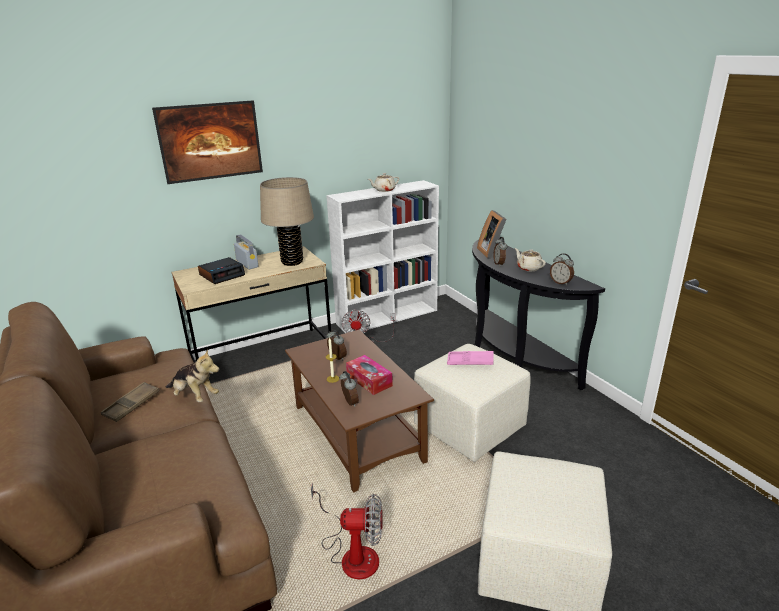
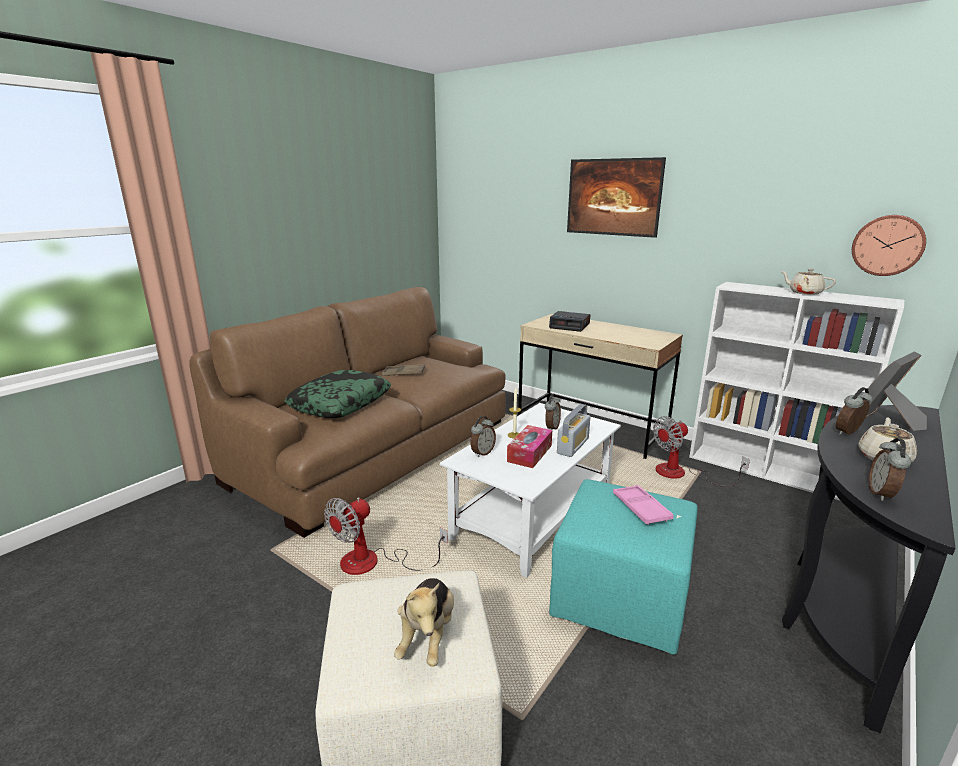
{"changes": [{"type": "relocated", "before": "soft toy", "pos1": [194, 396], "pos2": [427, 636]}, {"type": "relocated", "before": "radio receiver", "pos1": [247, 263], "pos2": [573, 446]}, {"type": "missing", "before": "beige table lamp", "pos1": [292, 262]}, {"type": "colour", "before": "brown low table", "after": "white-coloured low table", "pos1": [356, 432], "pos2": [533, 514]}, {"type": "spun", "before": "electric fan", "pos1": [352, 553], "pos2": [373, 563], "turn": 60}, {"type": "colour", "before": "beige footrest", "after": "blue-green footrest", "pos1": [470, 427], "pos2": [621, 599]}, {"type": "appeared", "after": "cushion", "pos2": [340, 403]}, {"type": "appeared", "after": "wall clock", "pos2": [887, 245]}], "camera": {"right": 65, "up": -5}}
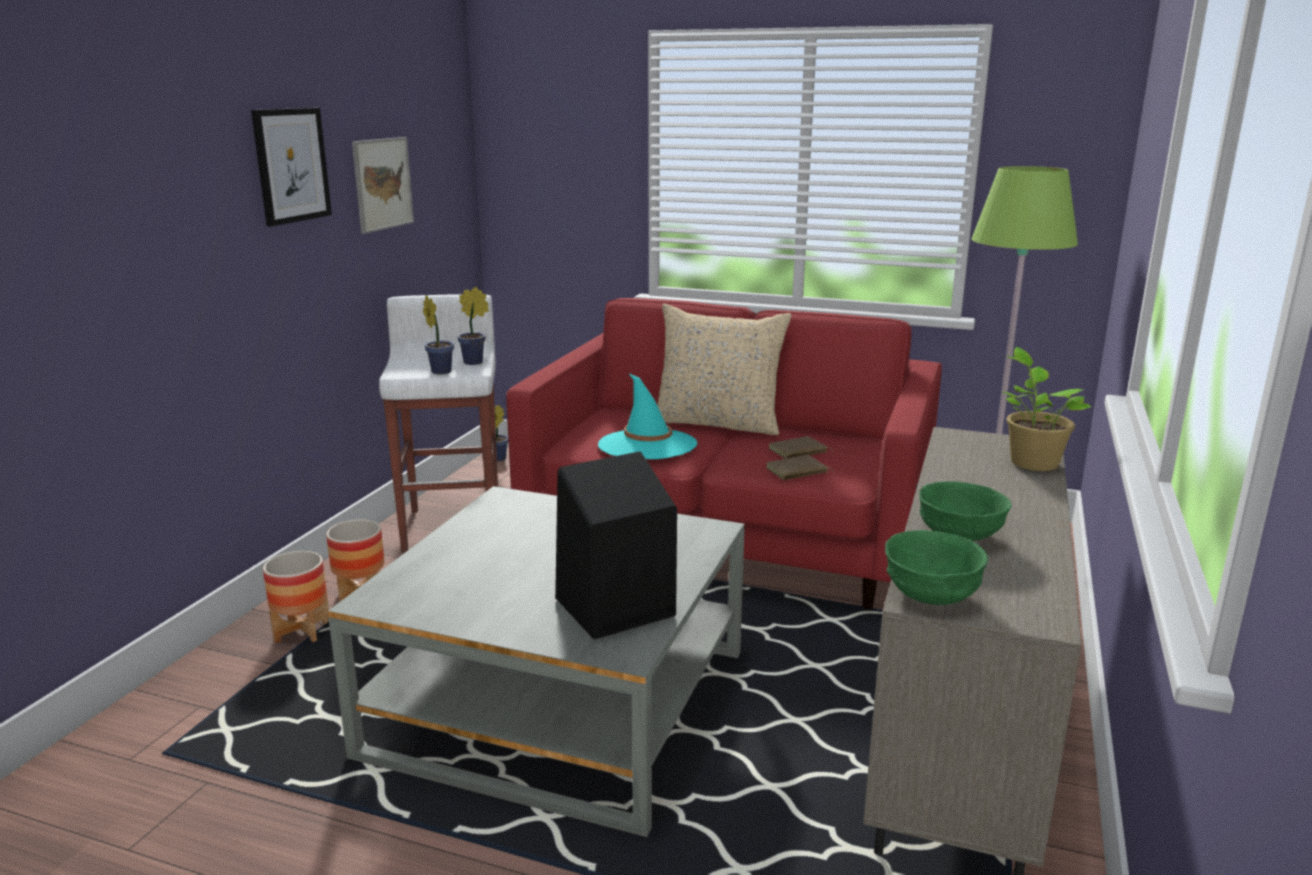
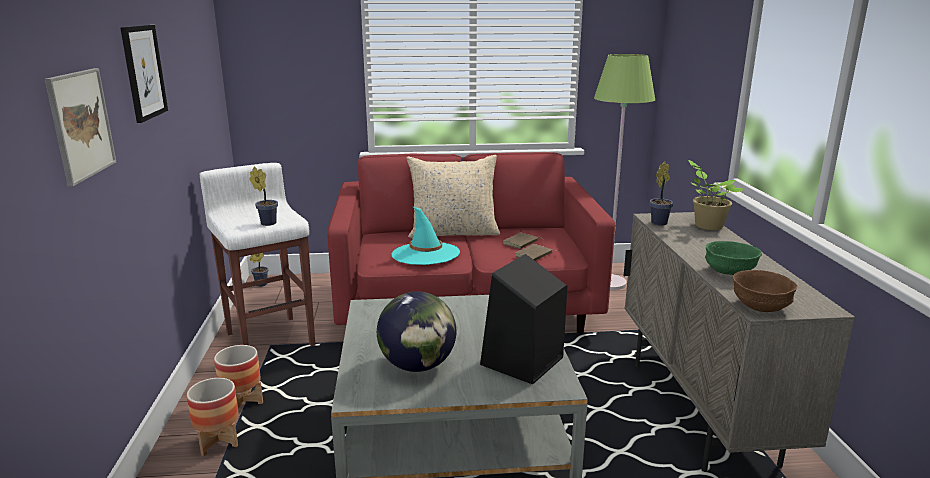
{"changes": [{"type": "relocated", "before": "wall picture", "pos1": [382, 184], "pos2": [81, 124]}, {"type": "relocated", "before": "plant in a pot", "pos1": [476, 362], "pos2": [660, 222]}, {"type": "colour", "before": "greenish serving bowl", "after": "brown serving bowl", "pos1": [932, 594], "pos2": [761, 306]}, {"type": "appeared", "after": "world globe", "pos2": [418, 366]}], "camera": {"right": -25, "up": 0}}
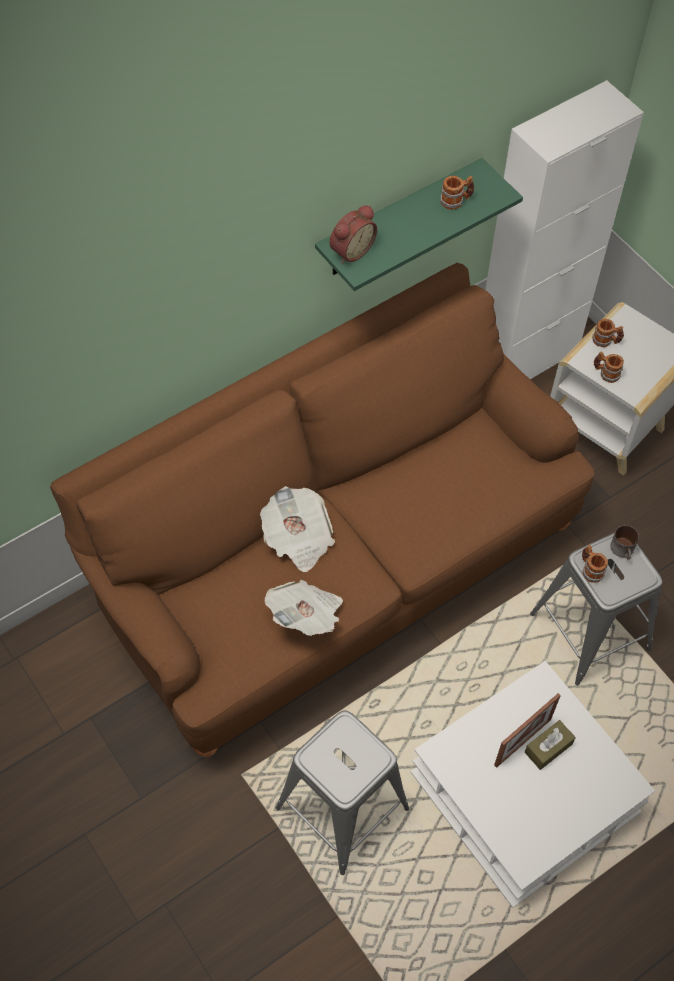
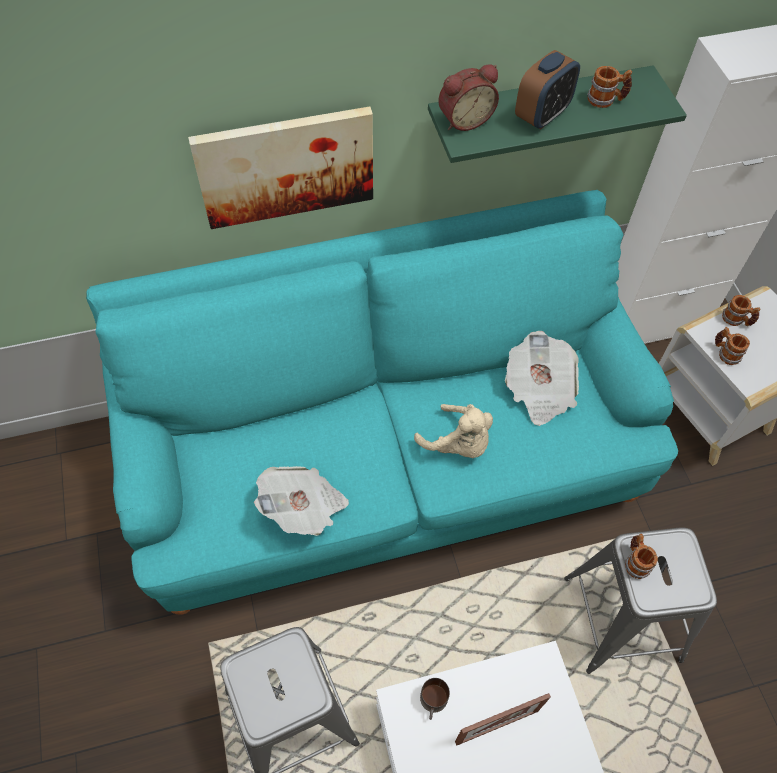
{"changes": [{"type": "colour", "before": "brown couch", "after": "blue-green couch", "pos1": [334, 566], "pos2": [386, 463]}, {"type": "relocated", "before": "newspaper", "pos1": [298, 538], "pos2": [539, 390]}, {"type": "missing", "before": "brown box of tissues", "pos1": [548, 748]}, {"type": "relocated", "before": "tea mug", "pos1": [624, 550], "pos2": [434, 702]}, {"type": "appeared", "after": "wall picture", "pos2": [286, 166]}, {"type": "appeared", "after": "beige soft toy", "pos2": [458, 444]}, {"type": "appeared", "after": "bedside clock", "pos2": [542, 116]}], "camera": {"right": 20, "up": 0}}
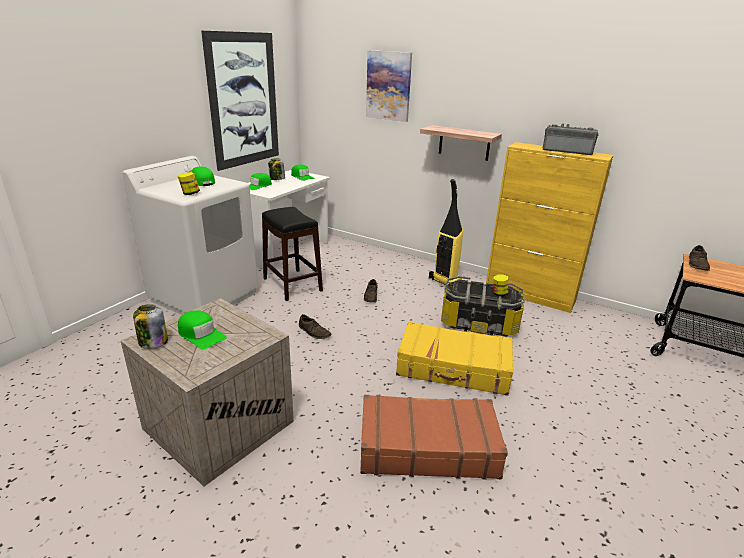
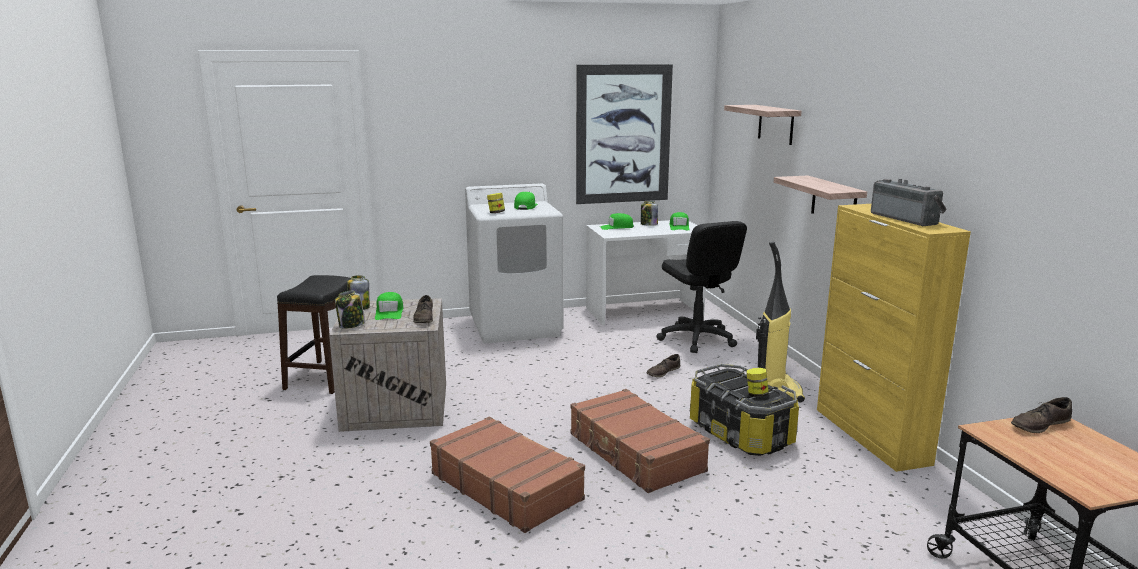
{"changes": [{"type": "relocated", "before": "black-coloured sitting stool", "pos1": [292, 285], "pos2": [324, 377]}, {"type": "relocated", "before": "brown item of footwear", "pos1": [314, 332], "pos2": [424, 318]}, {"type": "exchanged", "before": "wall picture", "after": "bracket shelf", "pos1": [388, 86], "pos2": [776, 124]}, {"type": "colour", "before": "yellow-coloured piece of luggage", "after": "brown piece of luggage", "pos1": [453, 368], "pos2": [635, 453]}, {"type": "appeared", "after": "preserve jar", "pos2": [351, 325]}, {"type": "appeared", "after": "black-coloured computer chair", "pos2": [696, 339]}], "camera": {"right": 45, "up": -10}}
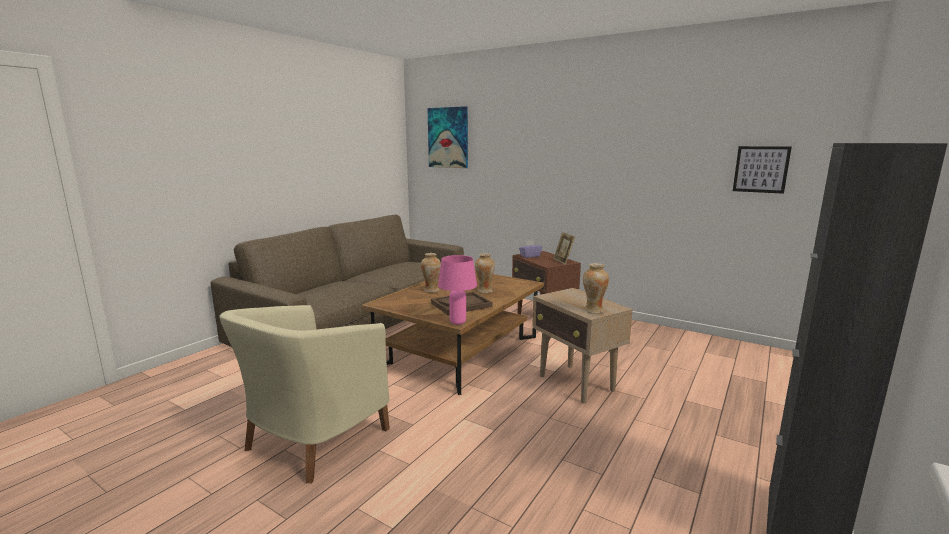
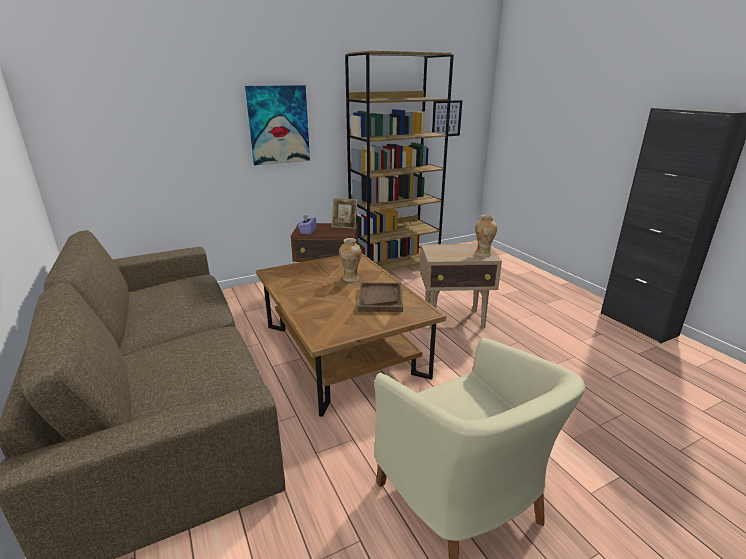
{"changes": [{"type": "missing", "before": "vase", "pos1": [431, 290]}, {"type": "relocated", "before": "wall picture", "pos1": [448, 137], "pos2": [278, 125]}, {"type": "missing", "before": "pinkish table lamp", "pos1": [457, 322]}, {"type": "appeared", "after": "brown bookcase", "pos2": [395, 265]}], "camera": {"right": -60, "up": 10}}
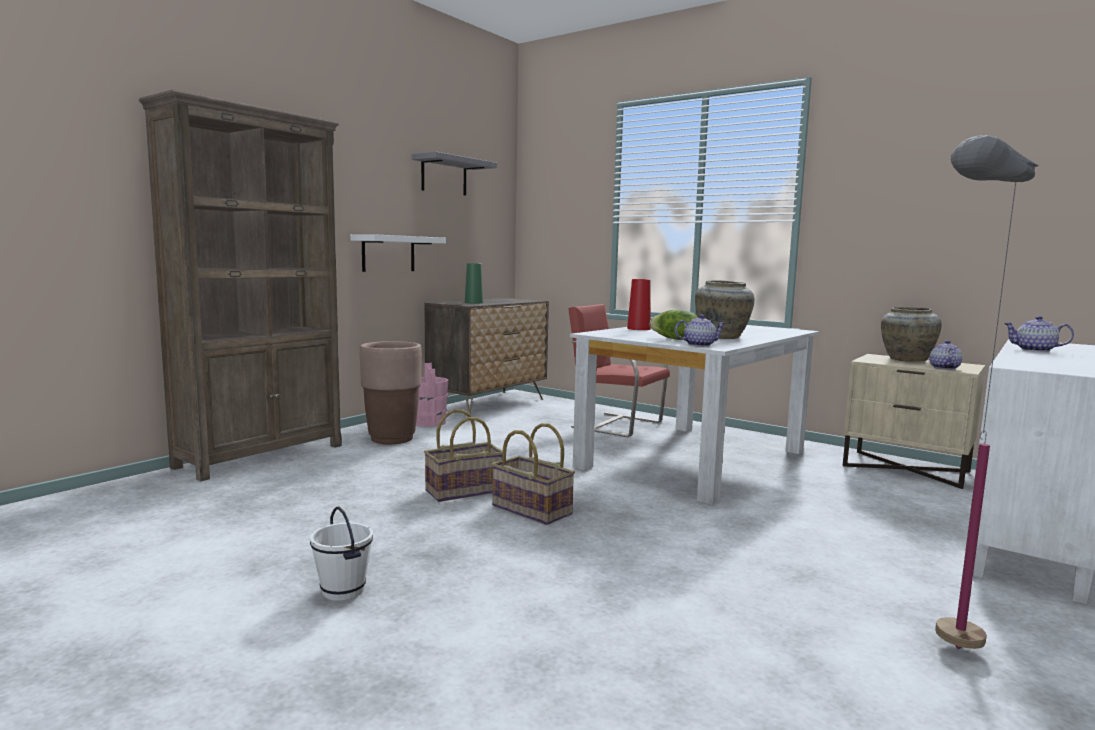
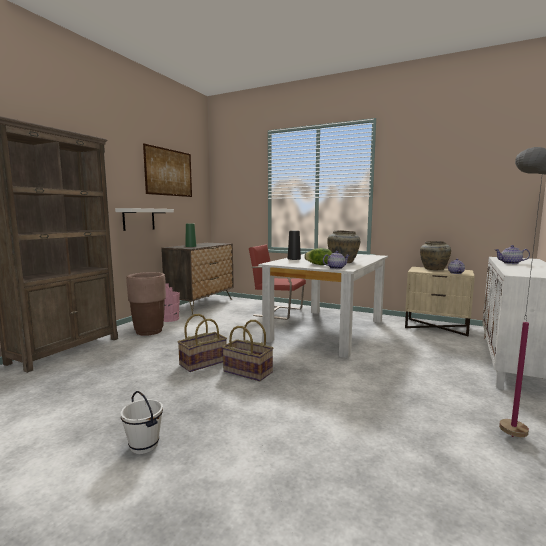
{"changes": [{"type": "exchanged", "before": "greyish bracket shelf", "after": "wall picture", "pos1": [444, 176], "pos2": [169, 172]}, {"type": "colour", "before": "reddish vase", "after": "black-coloured vase", "pos1": [638, 329], "pos2": [294, 259]}], "camera": {"right": -10, "up": 0}}
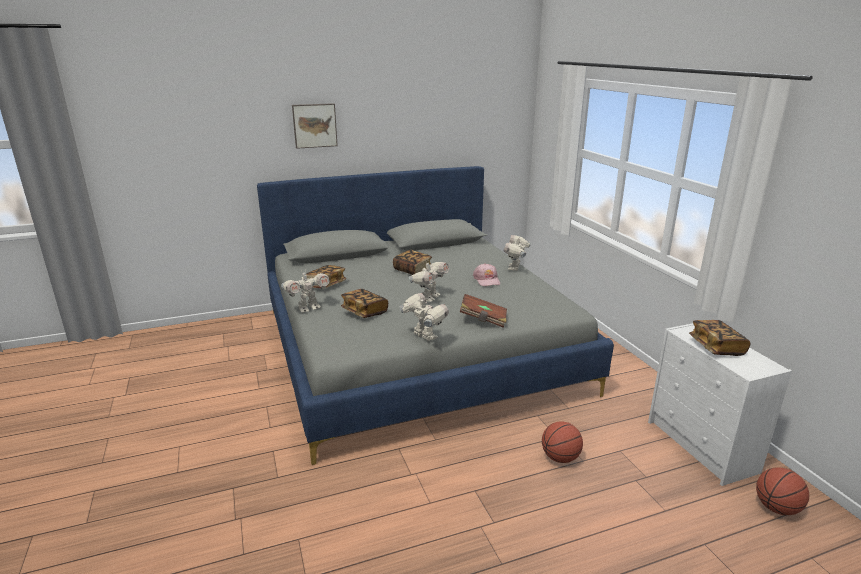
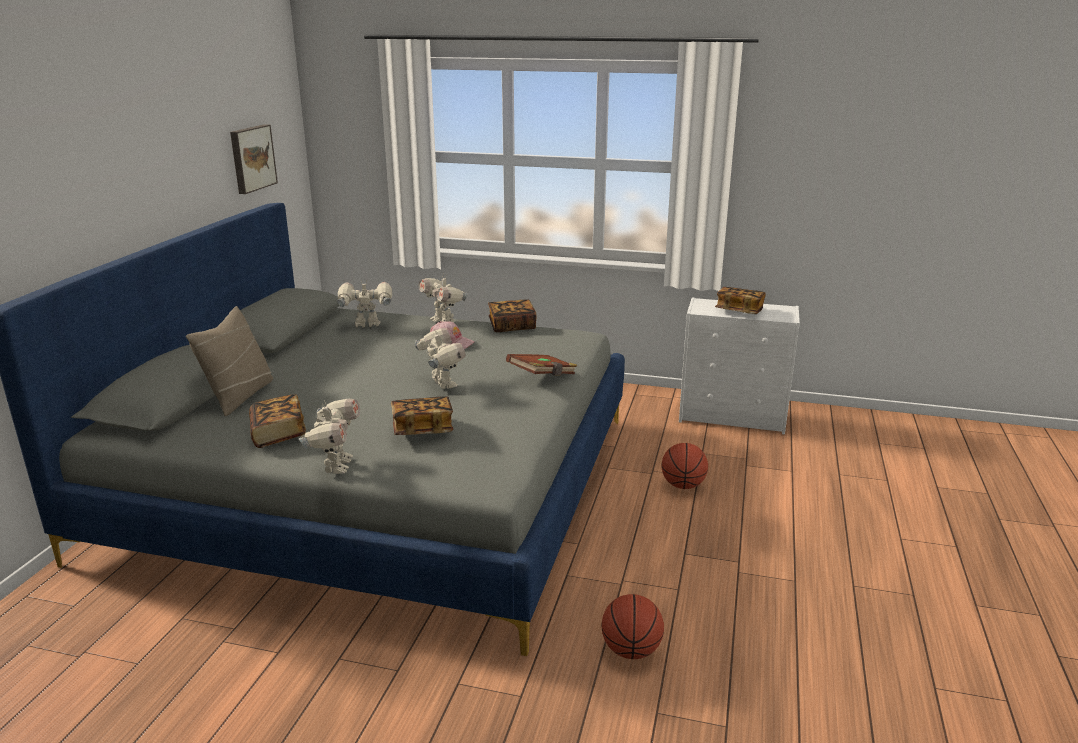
{"changes": [{"type": "relocated", "before": "wall picture", "pos1": [314, 125], "pos2": [251, 158]}, {"type": "relocated", "before": "bound book", "pos1": [413, 270], "pos2": [512, 326]}, {"type": "relocated", "before": "model robot", "pos1": [424, 337], "pos2": [367, 326]}, {"type": "relocated", "before": "ball for basketball", "pos1": [776, 508], "pos2": [631, 650]}, {"type": "appeared", "after": "beige cushion", "pos2": [239, 396]}], "camera": {"right": -55, "up": 0}}
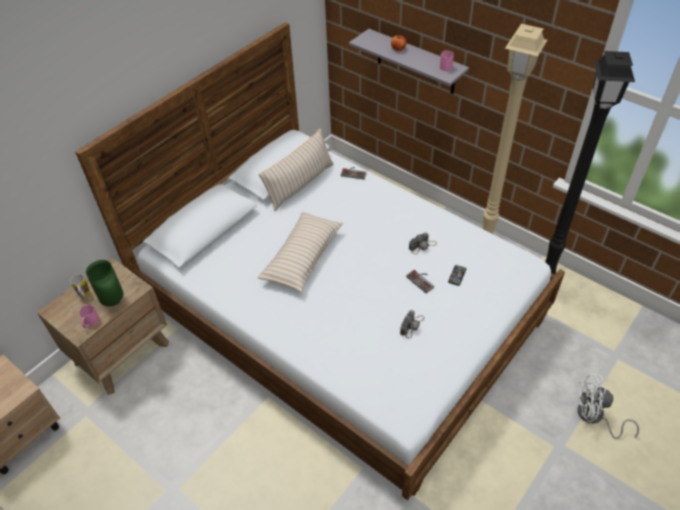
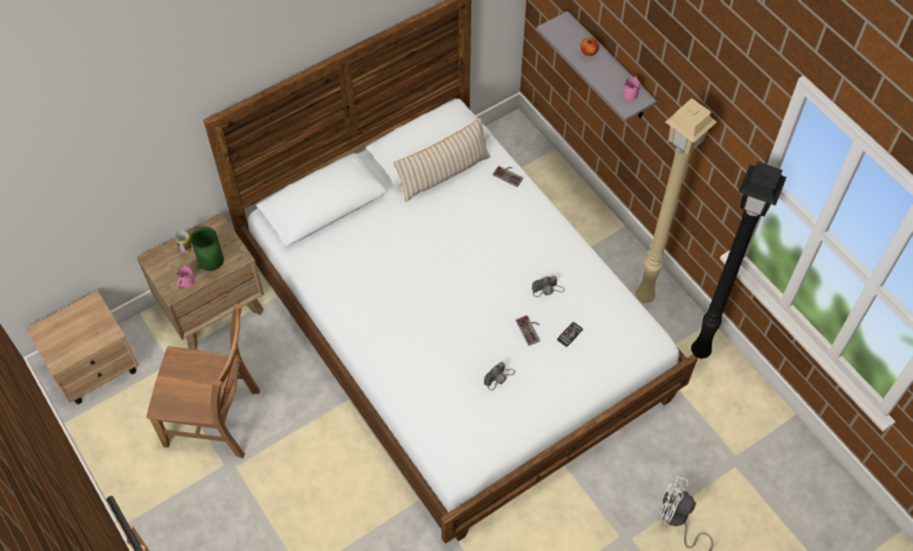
{"changes": [{"type": "missing", "before": "beige cushion", "pos1": [302, 257]}, {"type": "appeared", "after": "brown chair", "pos2": [217, 419]}], "camera": {"right": 15, "up": 10}}
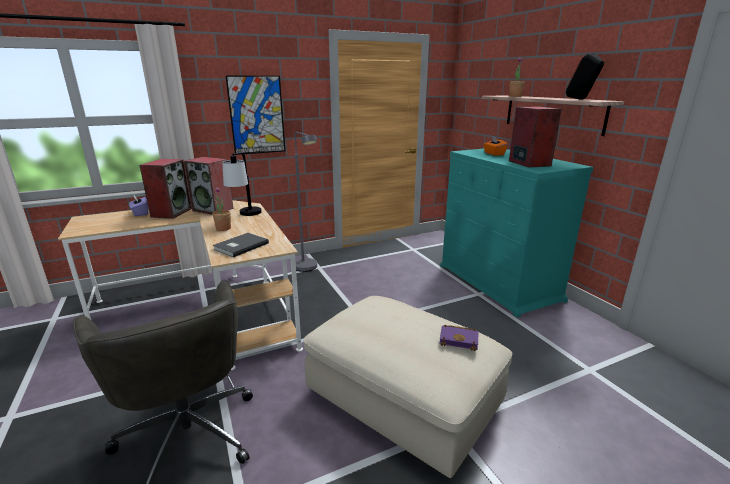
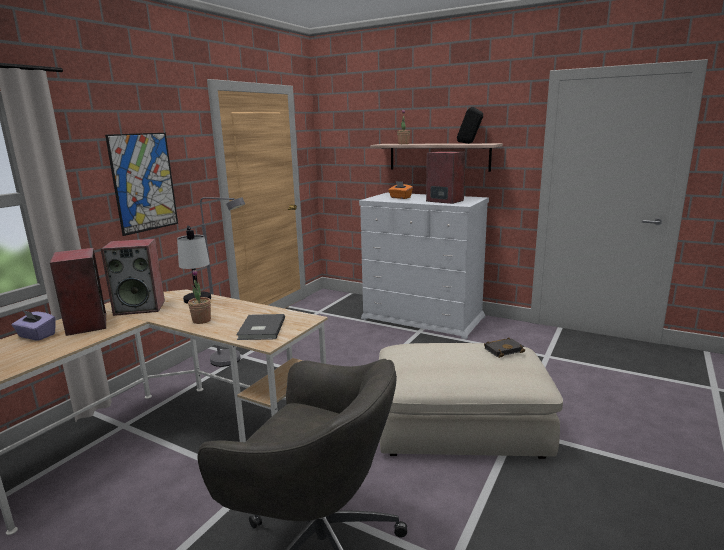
{"changes": [{"type": "colour", "before": "purplish bound book", "after": "black-coloured bound book", "pos1": [459, 339], "pos2": [503, 349]}, {"type": "colour", "before": "blue-green drawer chest", "after": "white-coloured drawer chest", "pos1": [498, 282], "pos2": [423, 318]}], "camera": {"right": -35, "up": -5}}
